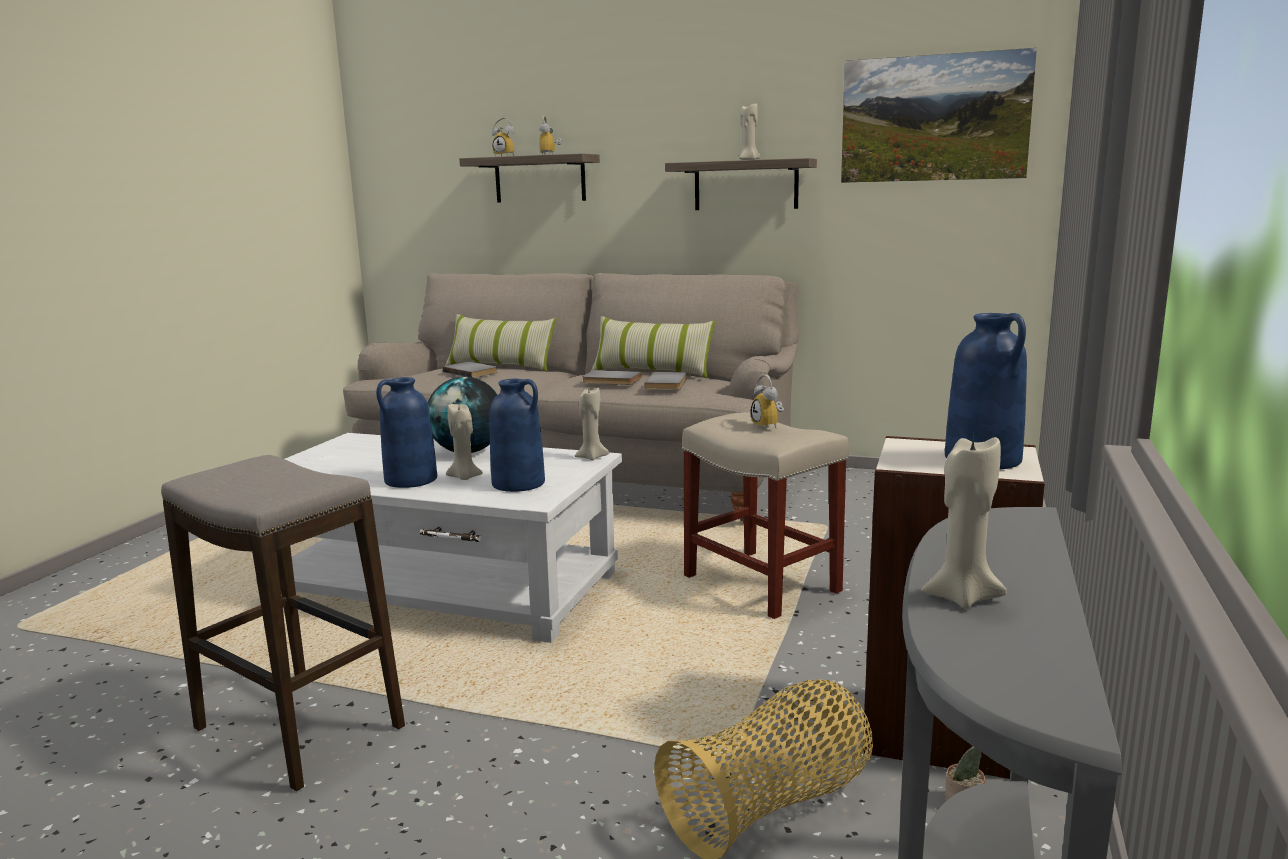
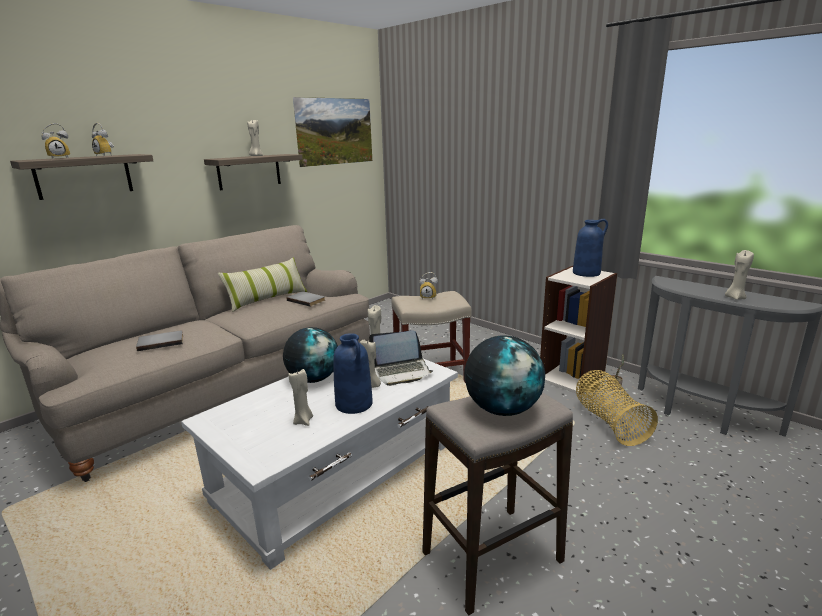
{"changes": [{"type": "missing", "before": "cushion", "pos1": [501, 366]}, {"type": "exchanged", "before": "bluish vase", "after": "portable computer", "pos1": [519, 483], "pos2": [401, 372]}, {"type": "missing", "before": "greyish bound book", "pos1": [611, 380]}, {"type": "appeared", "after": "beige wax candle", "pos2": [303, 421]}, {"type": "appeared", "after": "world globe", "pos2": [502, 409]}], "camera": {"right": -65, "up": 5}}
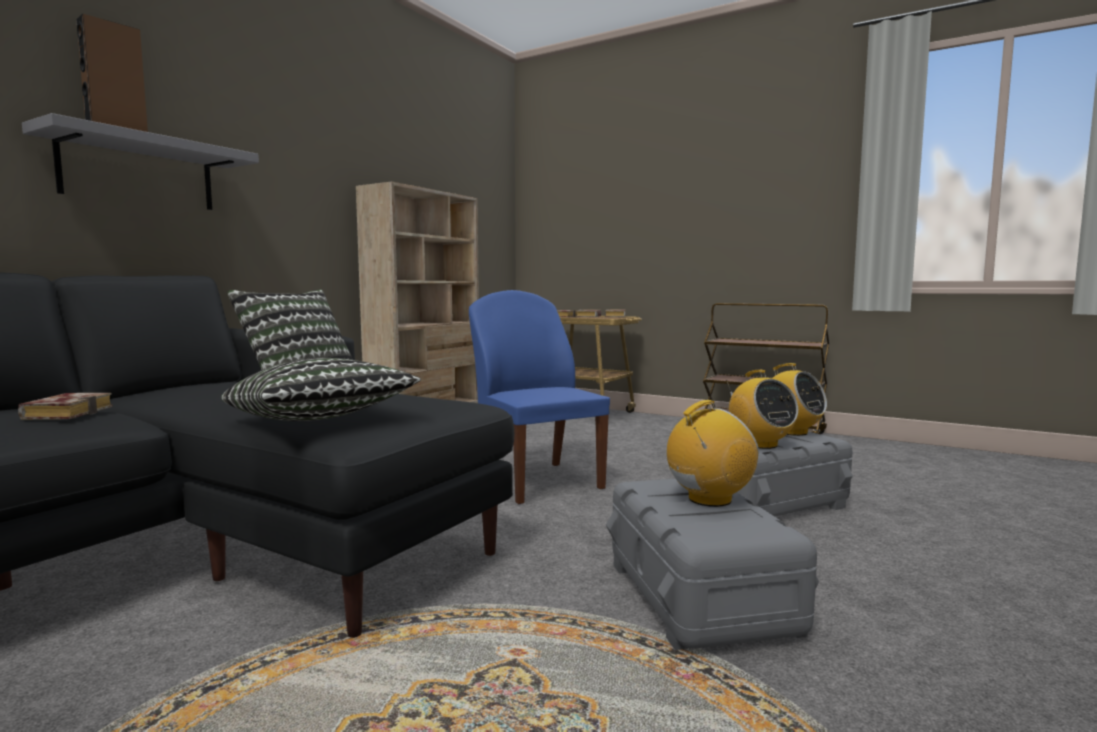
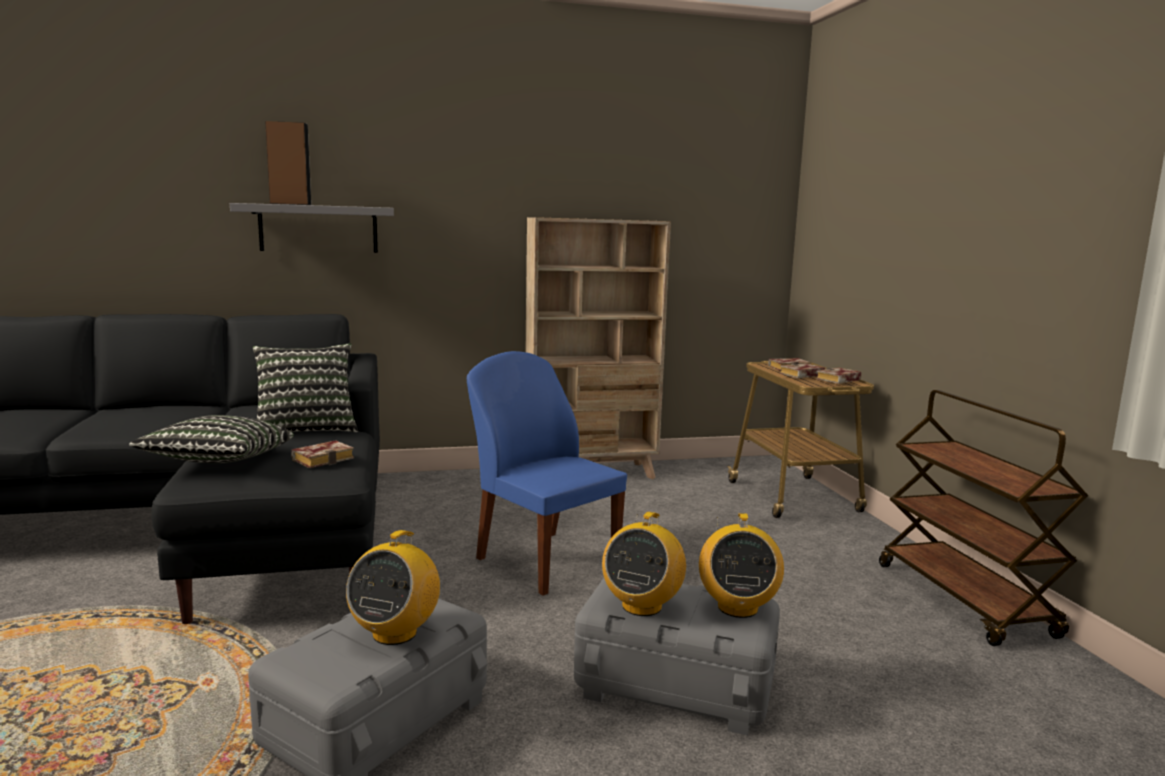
{"changes": [{"type": "relocated", "before": "bound book", "pos1": [68, 413], "pos2": [324, 459]}, {"type": "spun", "before": "bluish chair", "pos1": [538, 481], "pos2": [545, 560], "turn": -60}, {"type": "spun", "before": "radio receiver", "pos1": [709, 499], "pos2": [395, 633], "turn": 90}], "camera": {"right": 45, "up": 5}}
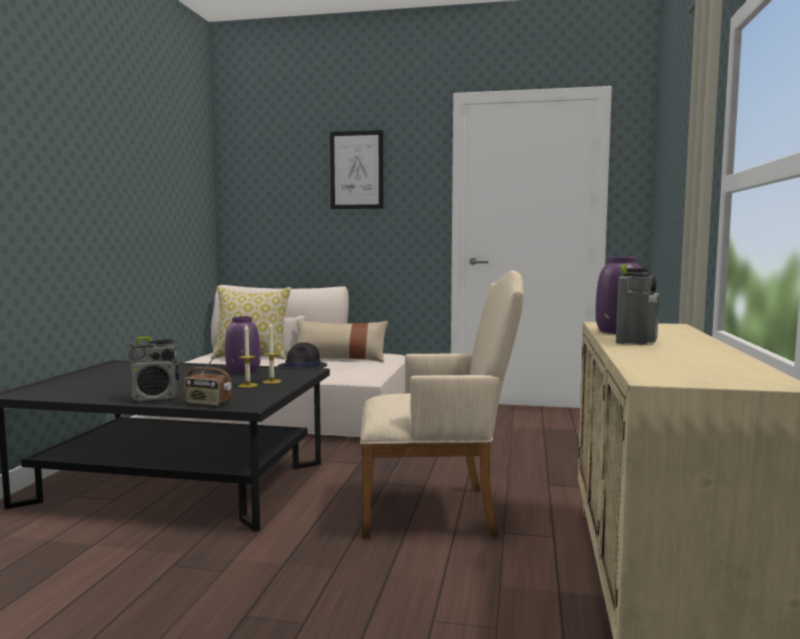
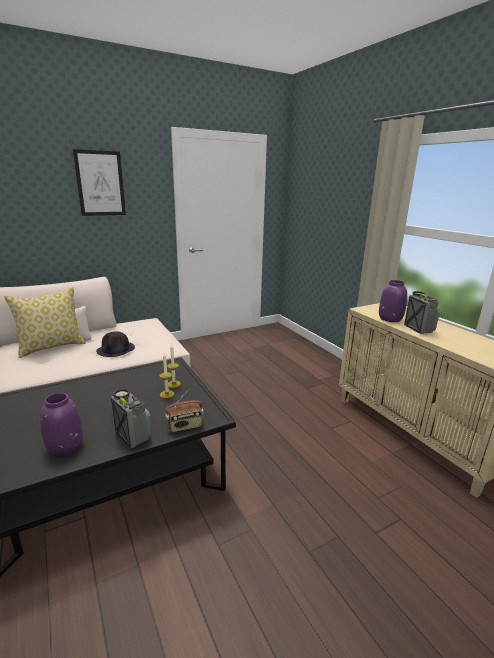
{"changes": [{"type": "spun", "before": "radio receiver", "pos1": [155, 397], "pos2": [133, 435], "turn": -75}, {"type": "relocated", "before": "purplish vase", "pos1": [243, 370], "pos2": [65, 446]}, {"type": "missing", "before": "beige cushion", "pos1": [340, 359]}, {"type": "missing", "before": "beige lounge chair", "pos1": [438, 512]}], "camera": {"right": -40, "up": 15}}
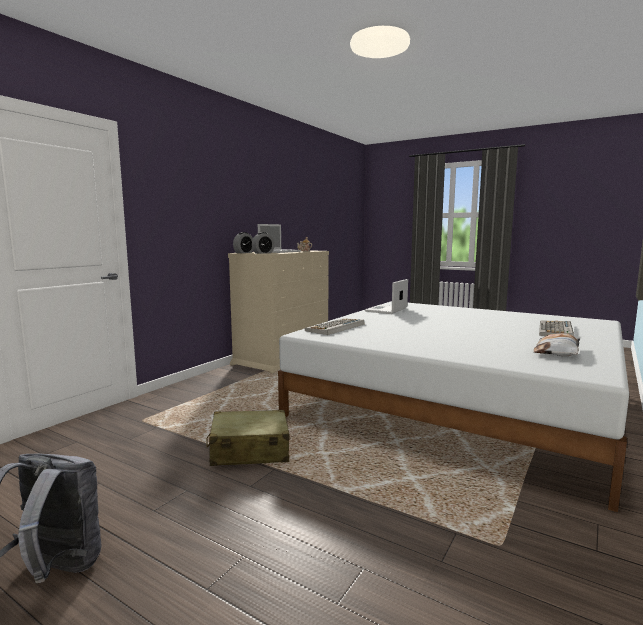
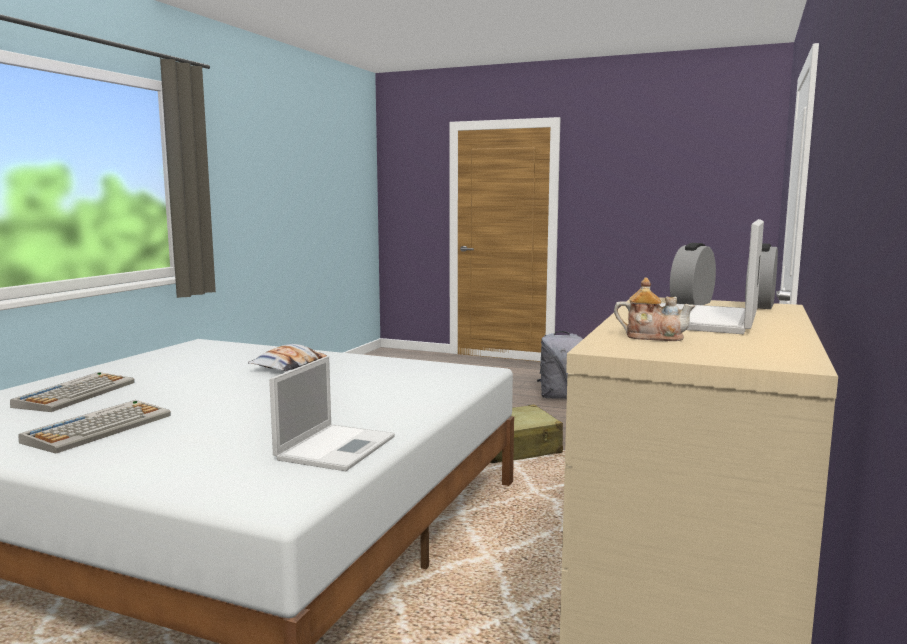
{"changes": [{"type": "relocated", "before": "PC keyboard", "pos1": [335, 327], "pos2": [99, 428]}, {"type": "relocated", "before": "cushion", "pos1": [557, 351], "pos2": [288, 365]}], "camera": {"right": 170, "up": 0}}
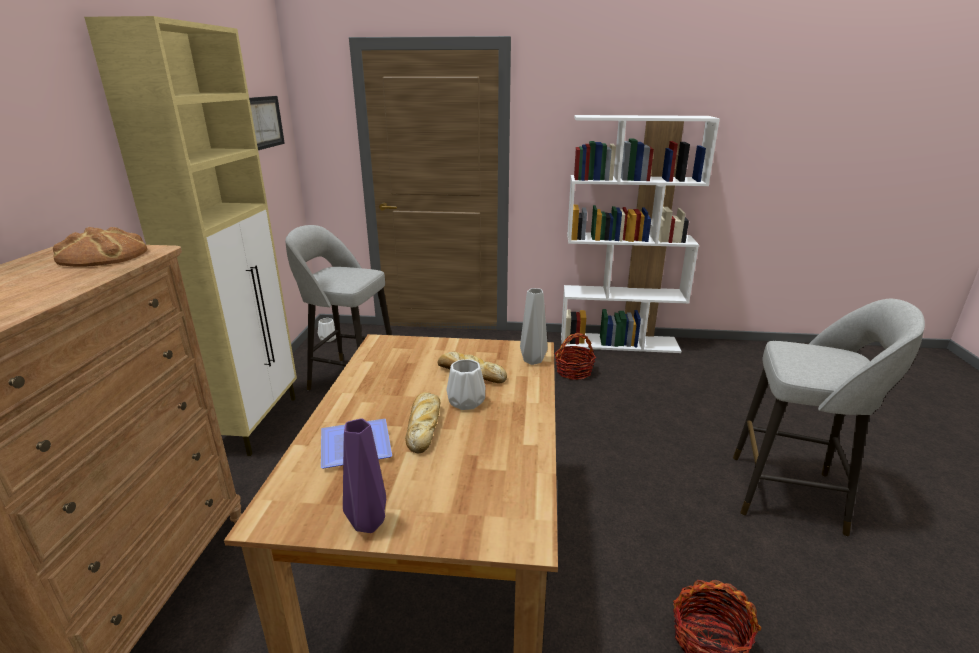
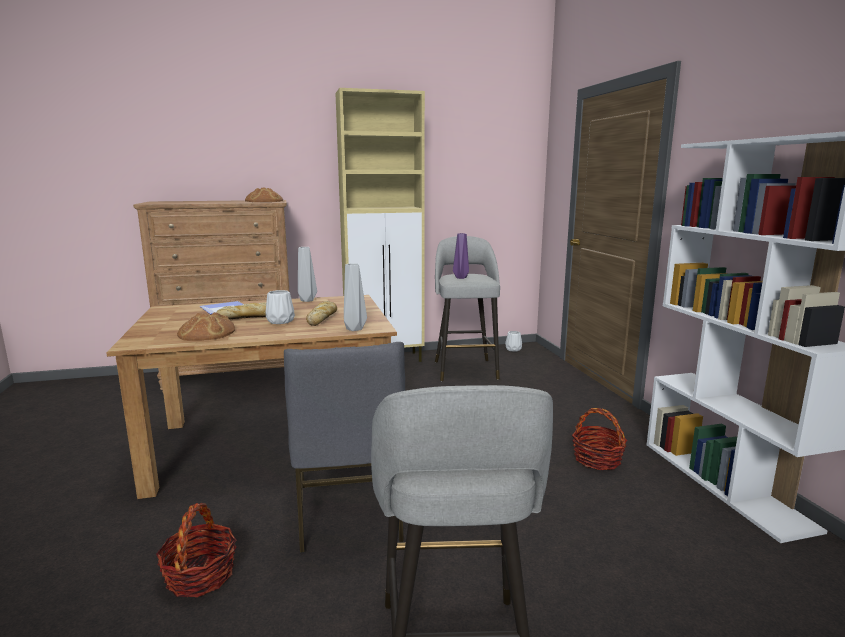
{"changes": [{"type": "missing", "before": "wall picture", "pos1": [264, 122]}, {"type": "relocated", "before": "purplish vase", "pos1": [368, 522], "pos2": [461, 277]}, {"type": "appeared", "after": "bakery bread", "pos2": [206, 333]}, {"type": "appeared", "after": "greyish chair", "pos2": [349, 513]}, {"type": "appeared", "after": "greyish vase", "pos2": [307, 300]}], "camera": {"right": 70, "up": -10}}
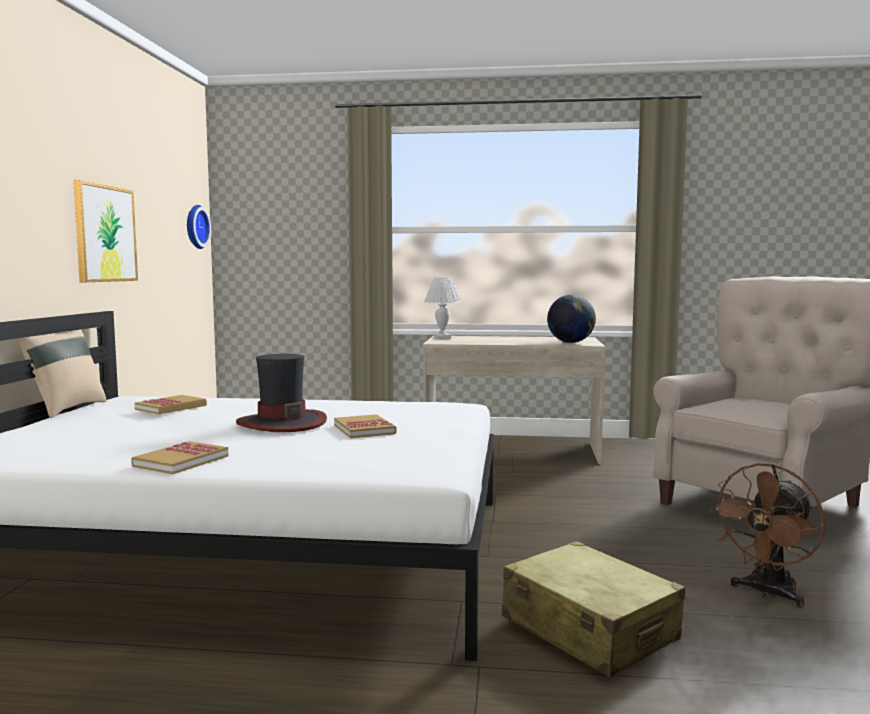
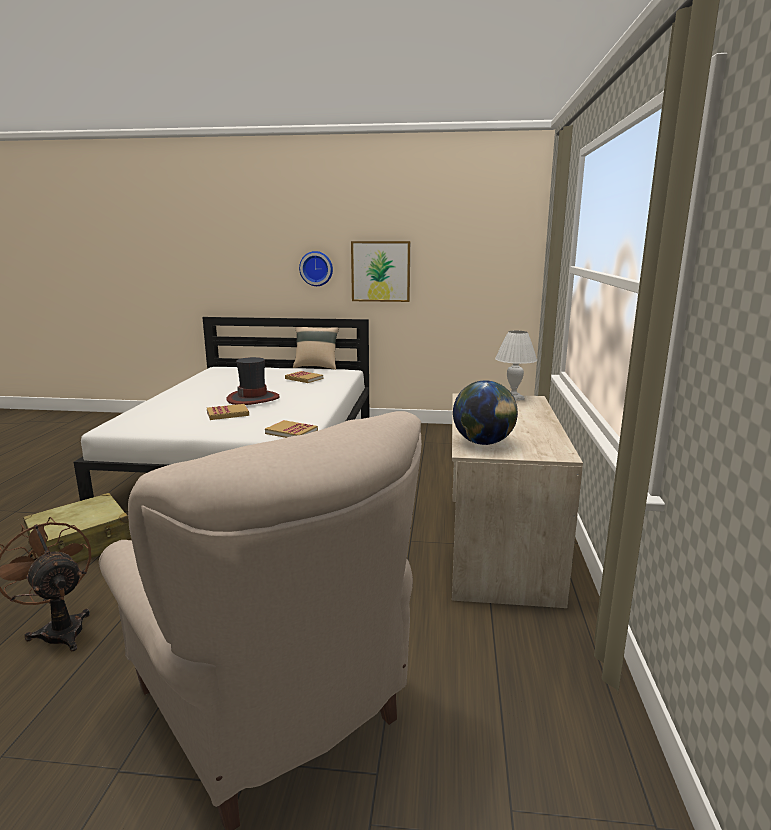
{"changes": [{"type": "relocated", "before": "bound book", "pos1": [181, 461], "pos2": [291, 432]}, {"type": "relocated", "before": "wall clock", "pos1": [195, 227], "pos2": [316, 268]}], "camera": {"right": 90, "up": 10}}
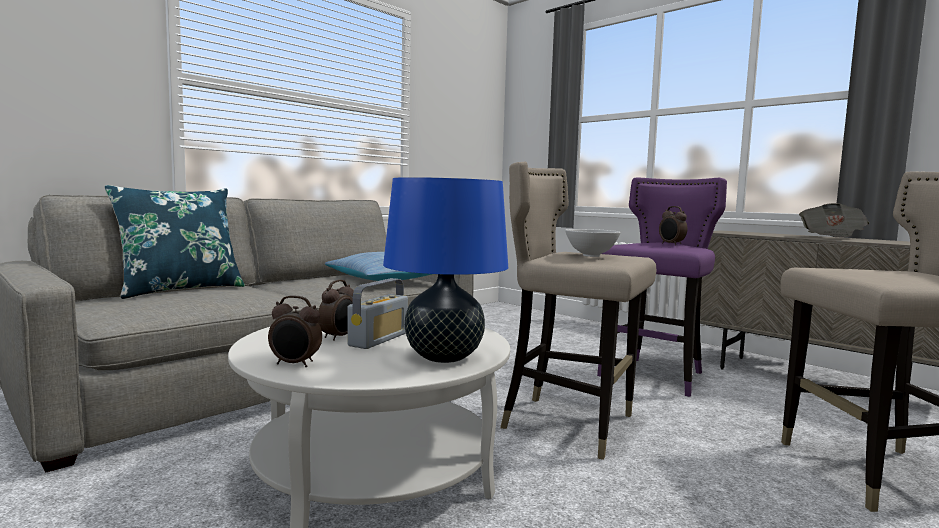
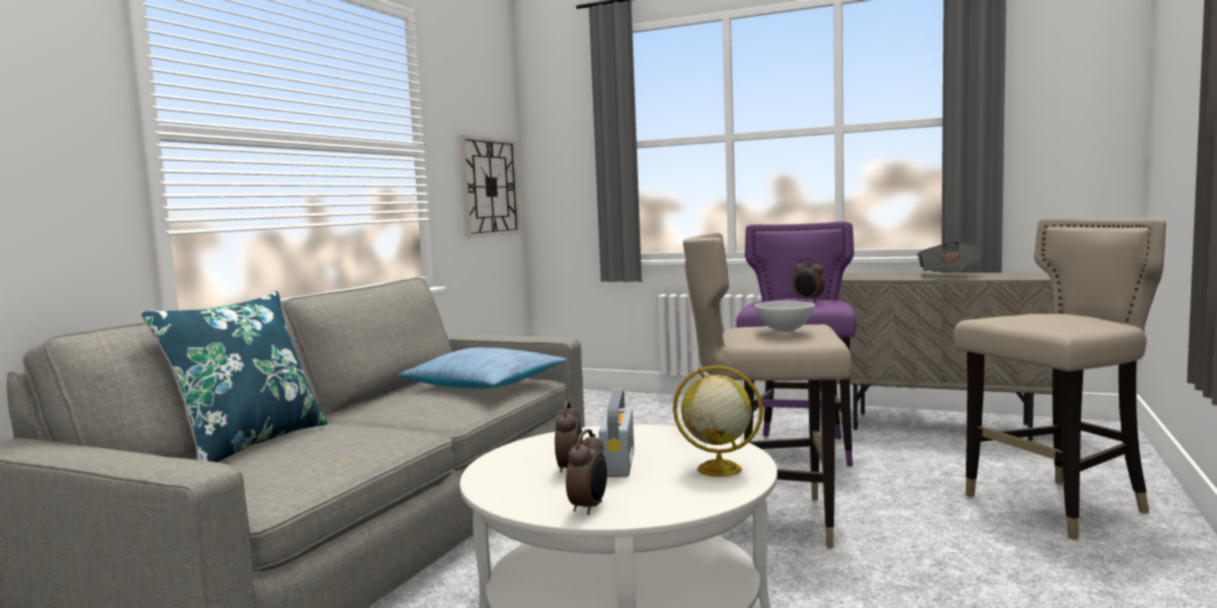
{"changes": [{"type": "spun", "before": "bedside clock", "pos1": [295, 364], "pos2": [589, 508], "turn": -60}, {"type": "exchanged", "before": "bluish table lamp", "after": "world globe", "pos1": [444, 357], "pos2": [717, 469]}, {"type": "appeared", "after": "wall clock", "pos2": [489, 187]}], "camera": {"right": -20, "up": 0}}
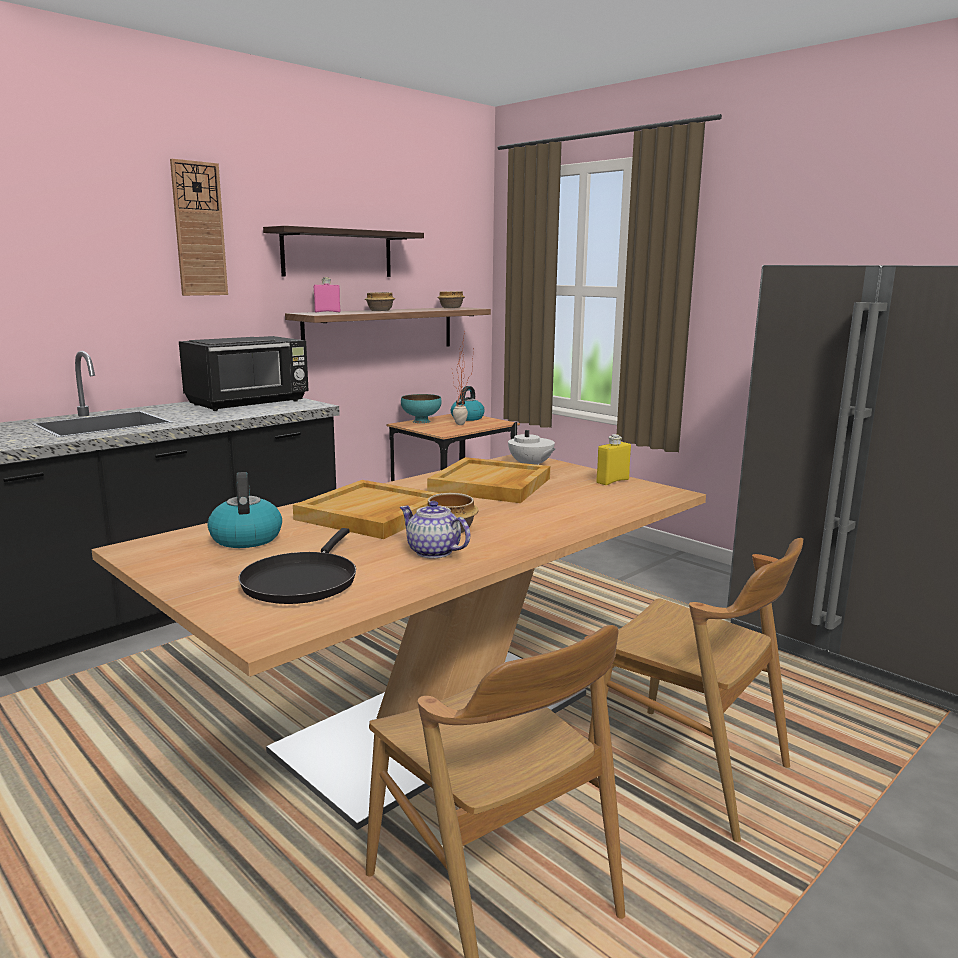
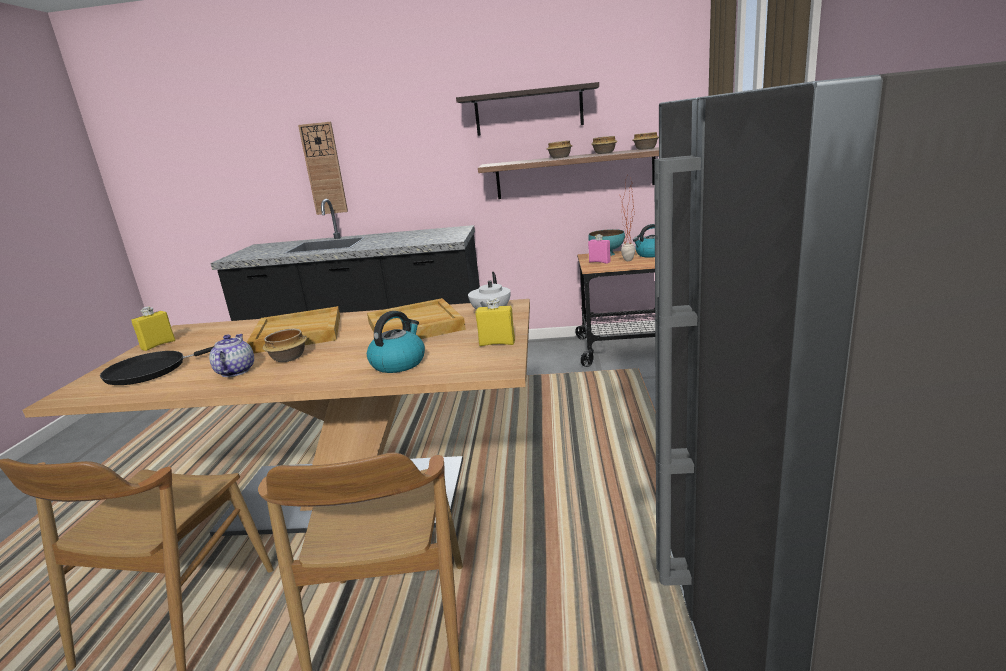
{"changes": [{"type": "relocated", "before": "wall clock", "pos1": [199, 229], "pos2": [324, 169]}, {"type": "missing", "before": "black-coloured microwave oven", "pos1": [249, 403]}, {"type": "relocated", "before": "water kettle", "pos1": [246, 538], "pos2": [398, 363]}, {"type": "relocated", "before": "pinkish drink bottle", "pos1": [327, 312], "pos2": [599, 262]}, {"type": "appeared", "after": "yellow-coloured drink bottle", "pos2": [158, 345]}, {"type": "appeared", "after": "serving bowl", "pos2": [605, 153]}], "camera": {"right": 50, "up": 5}}
